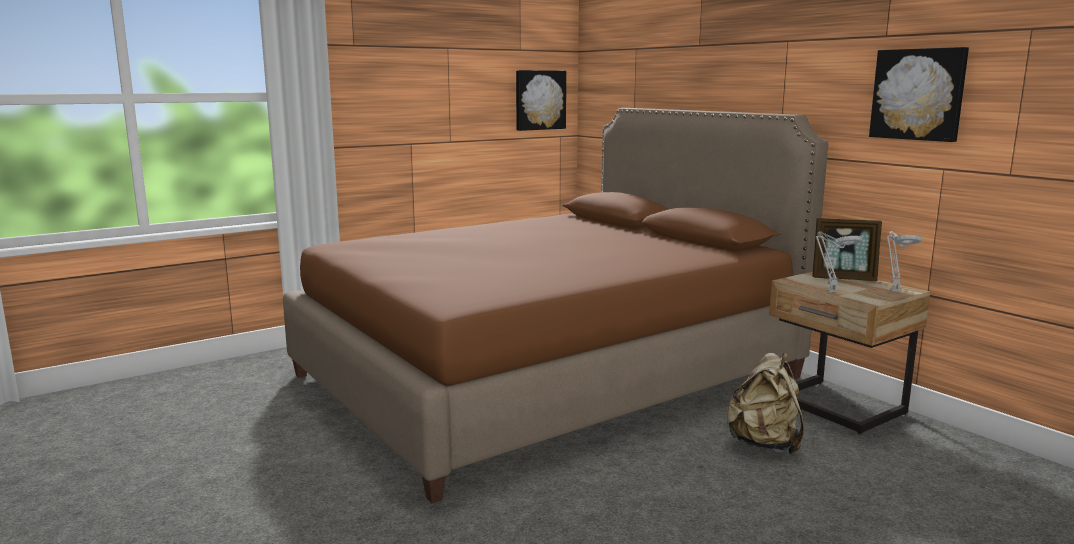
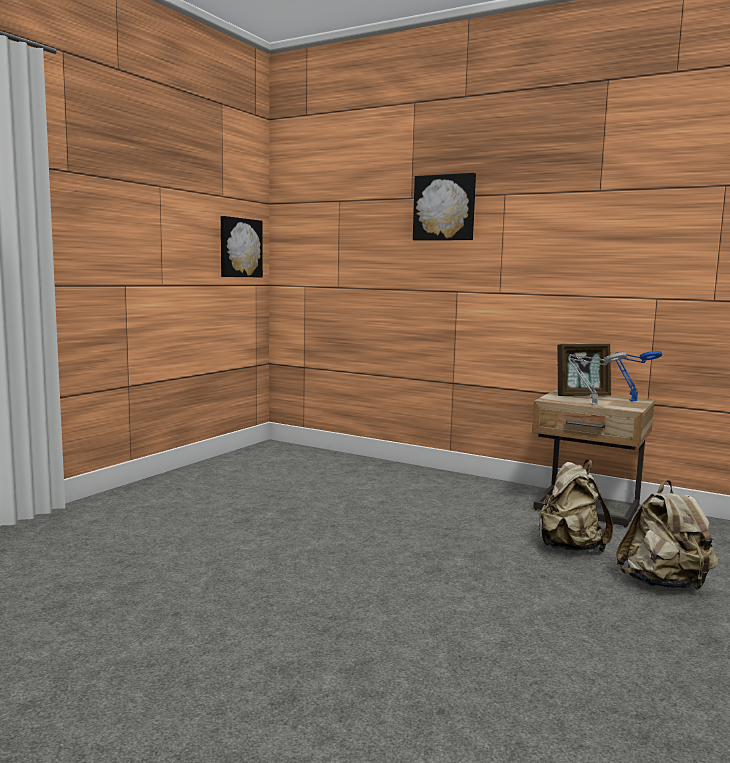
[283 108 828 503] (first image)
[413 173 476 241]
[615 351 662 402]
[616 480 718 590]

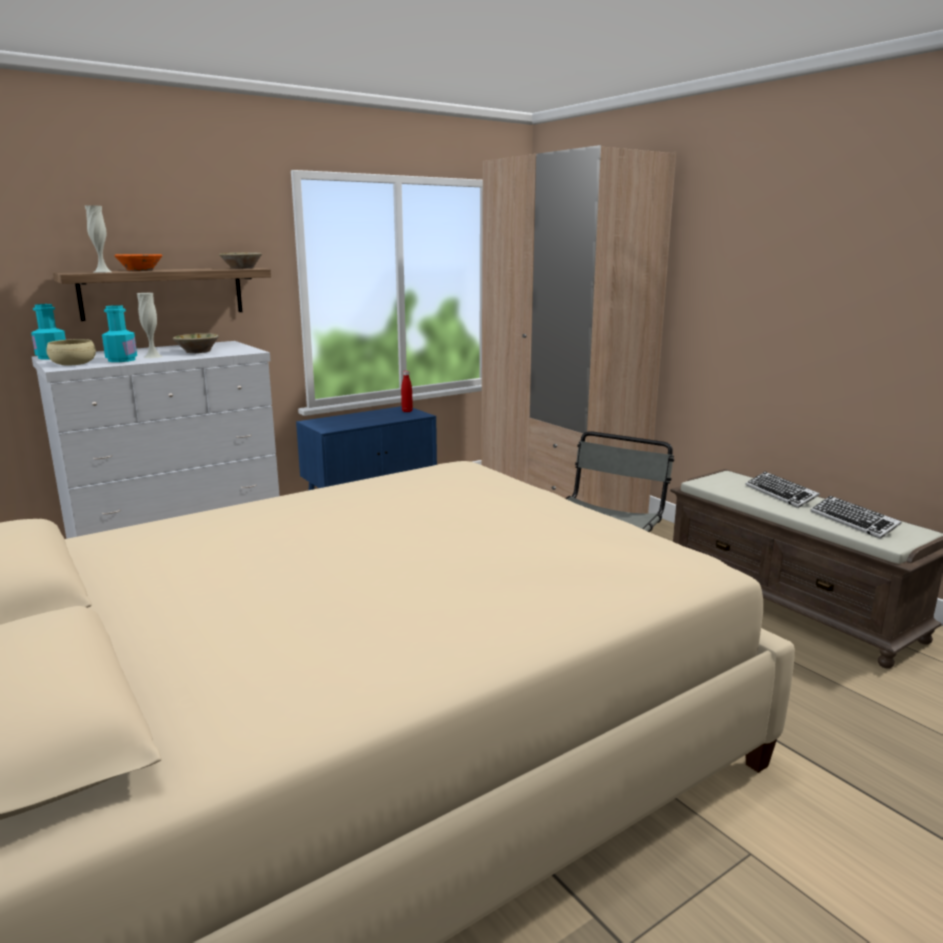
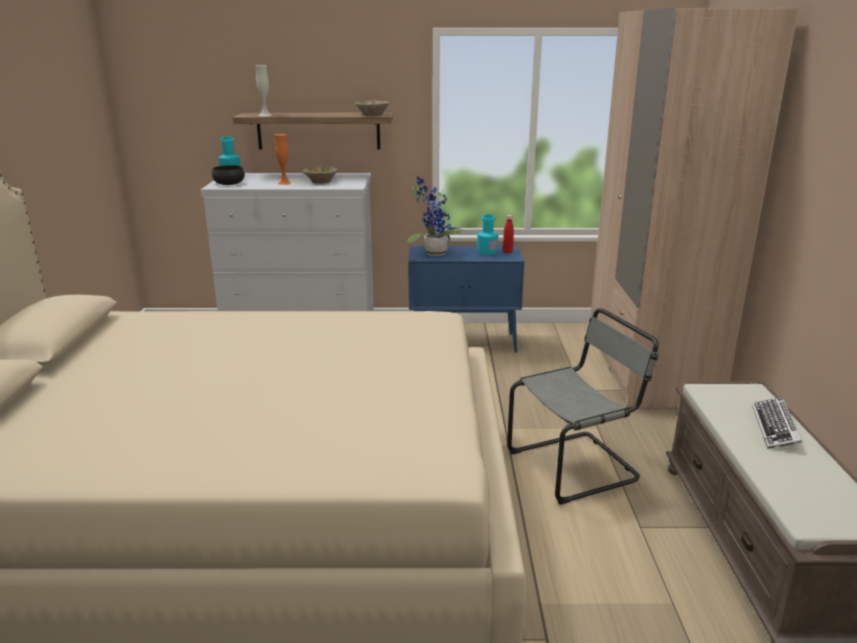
[212 165 245 185]
[477 214 498 255]
[114 254 163 271] (first image)
[275 134 291 185]
[810 496 902 539] (first image)
[407 176 463 256]

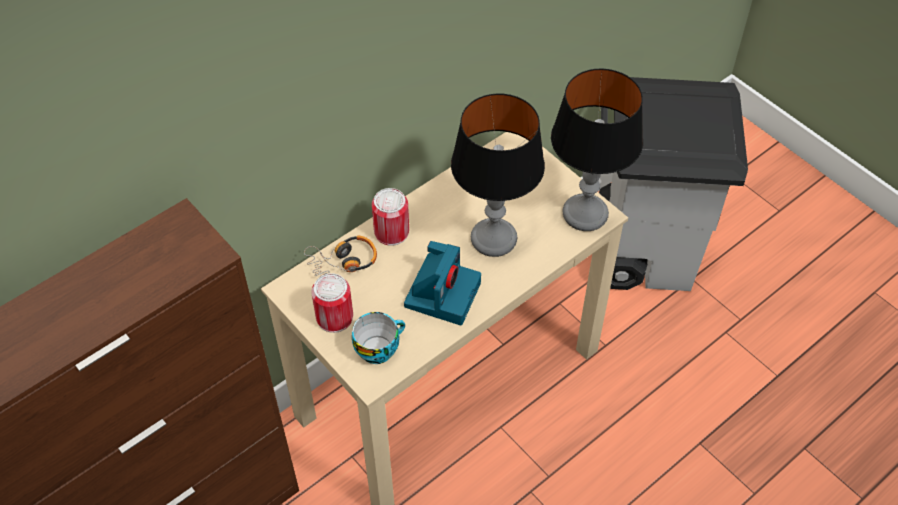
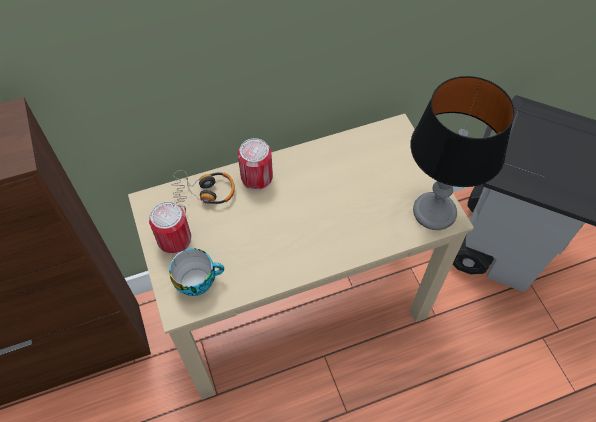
[404 241 481 325] (first image)
[451 93 545 257] (first image)

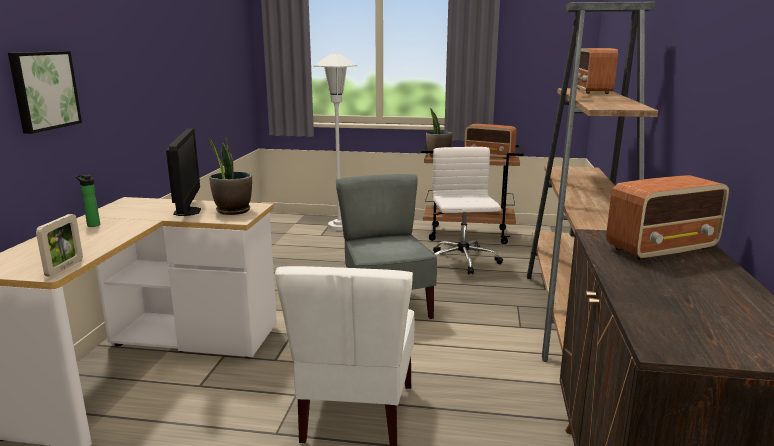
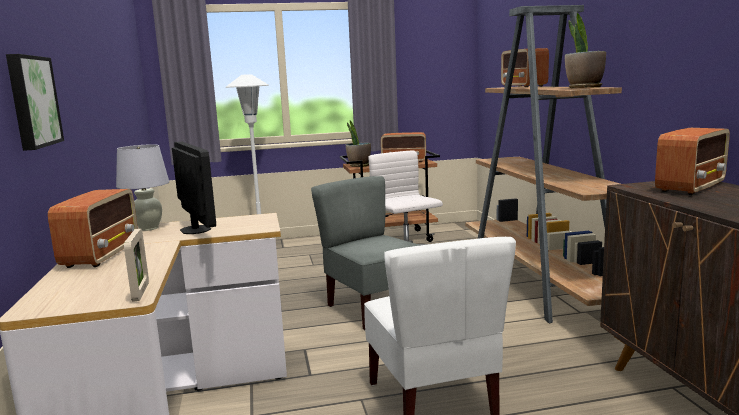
[48 189 138 268]
[565 13 606 88]
[116 144 169 231]

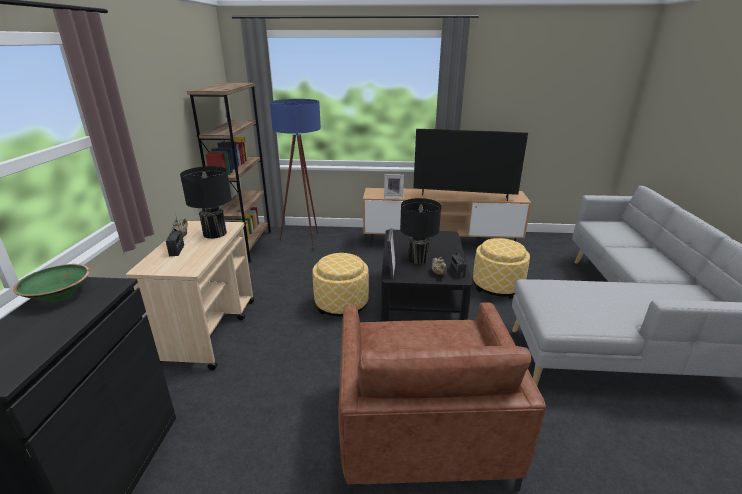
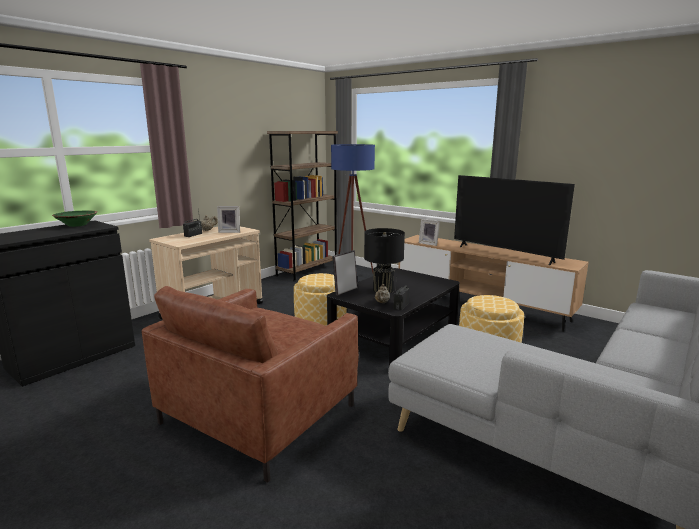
[217 206 240 233]

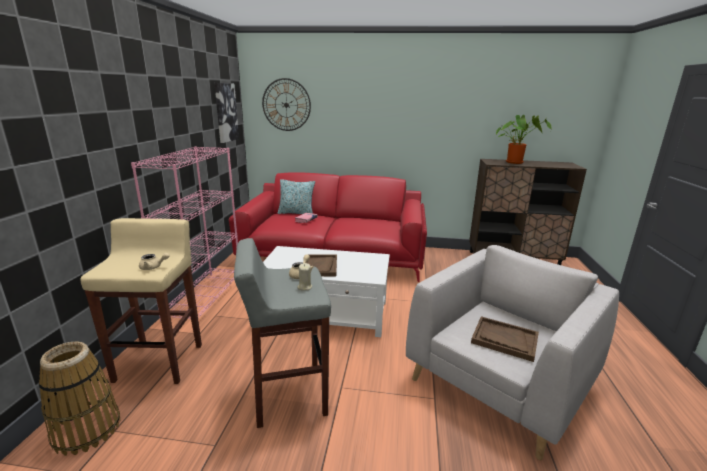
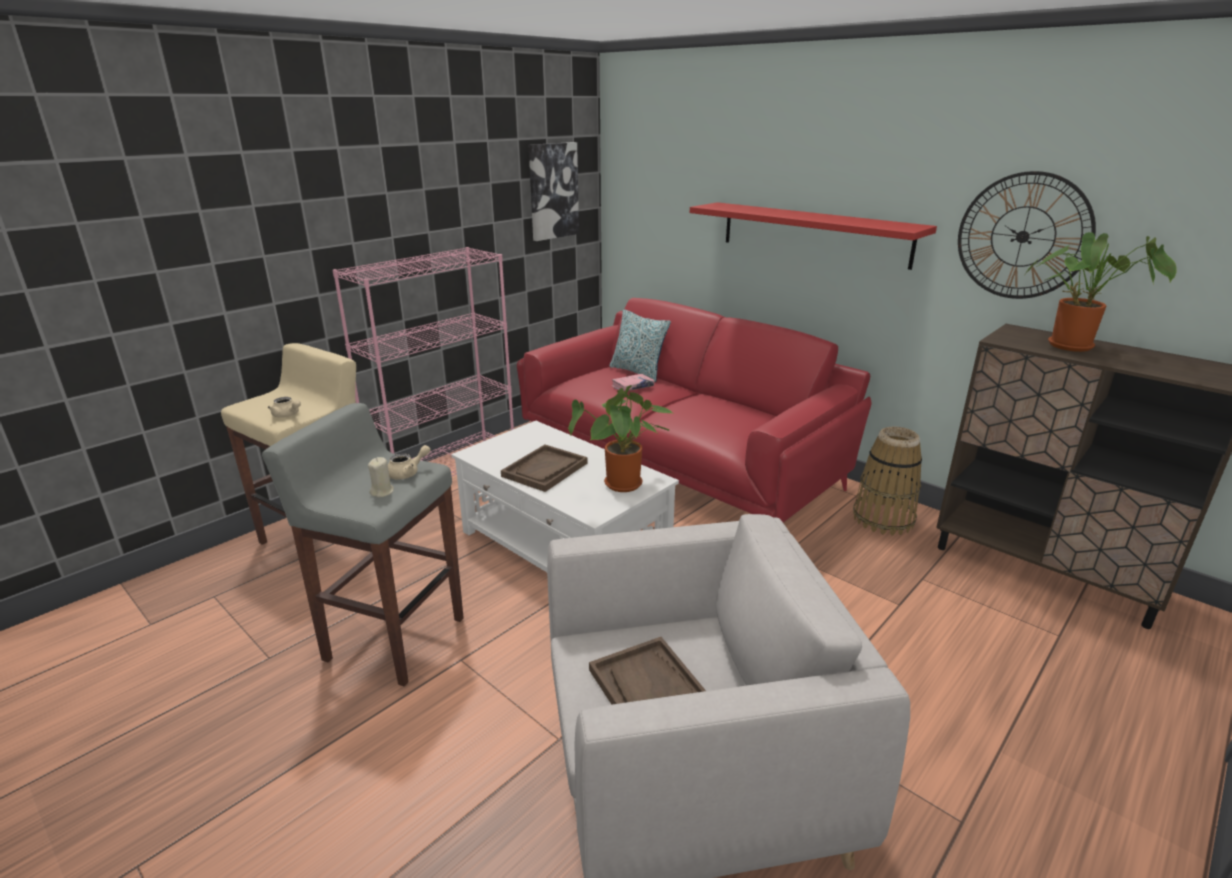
[853 426 922 535]
[958 171 1096 299]
[568 385 673 492]
[690 202 937 270]

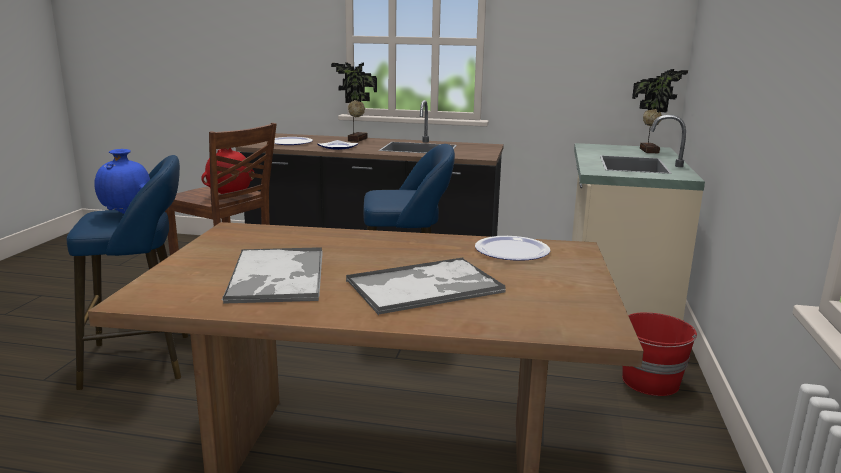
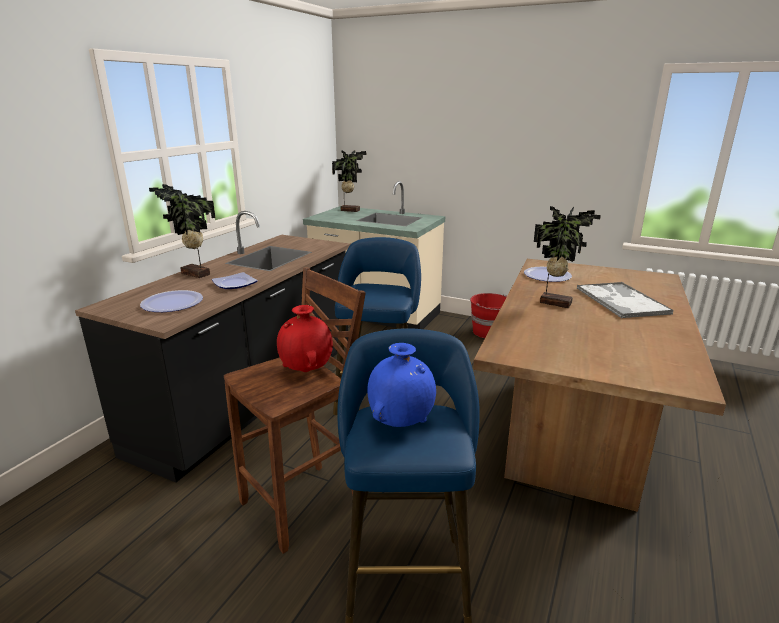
[222 247 323 304] (first image)
[534 206 601 308]

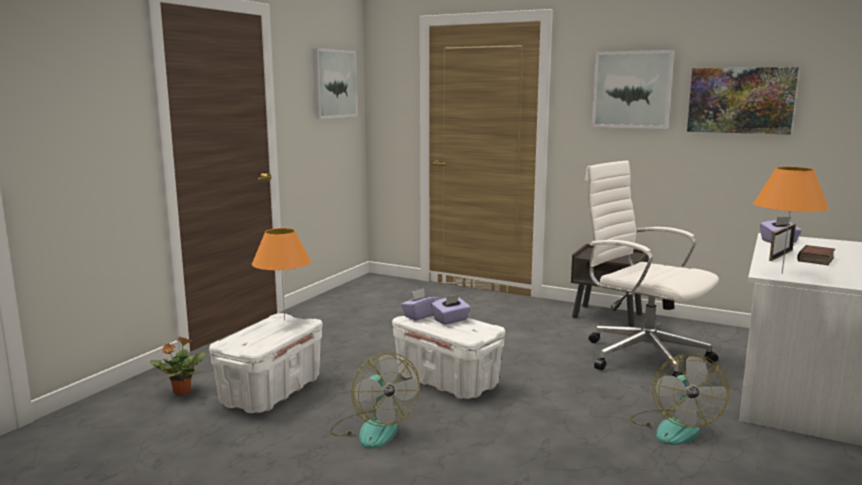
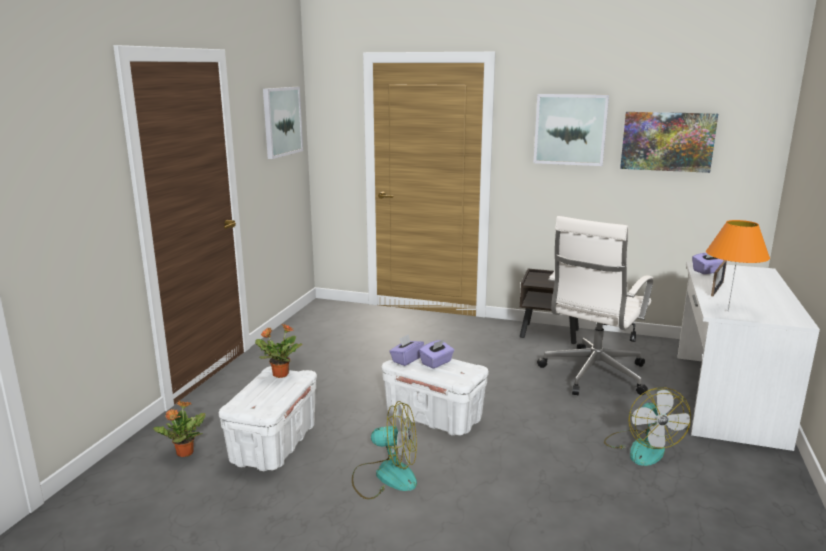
[255 323 302 378]
[352 401 417 500]
[537 216 653 395]
[797 245 835 265] (first image)

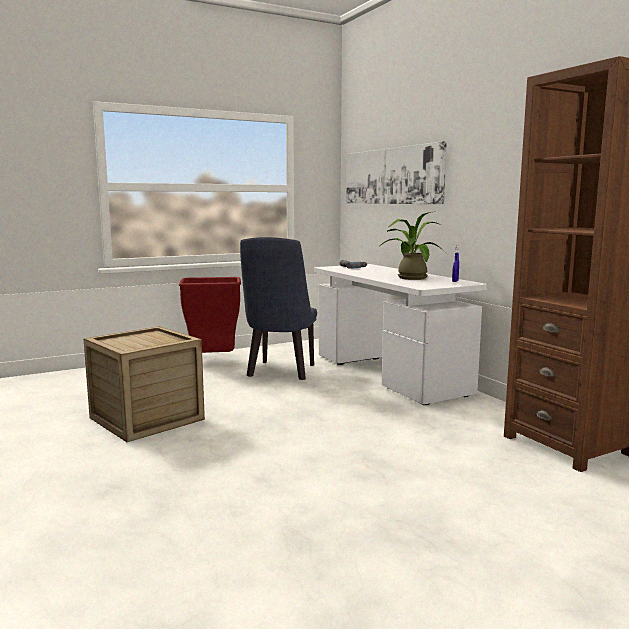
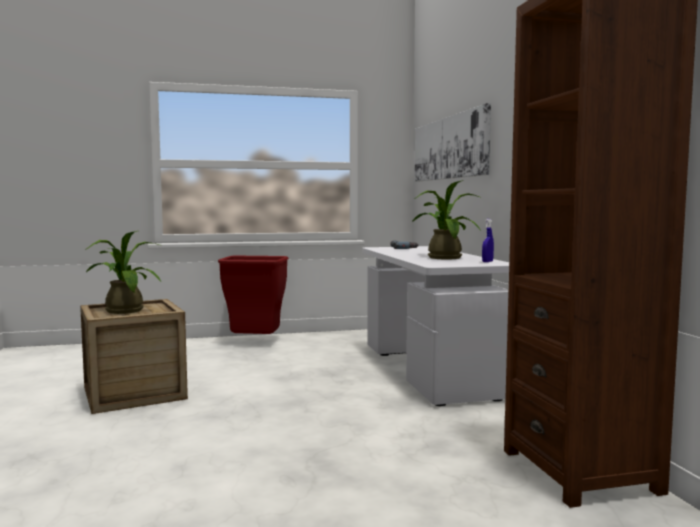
[240 237 317 380] (first image)
[85 231 161 314]

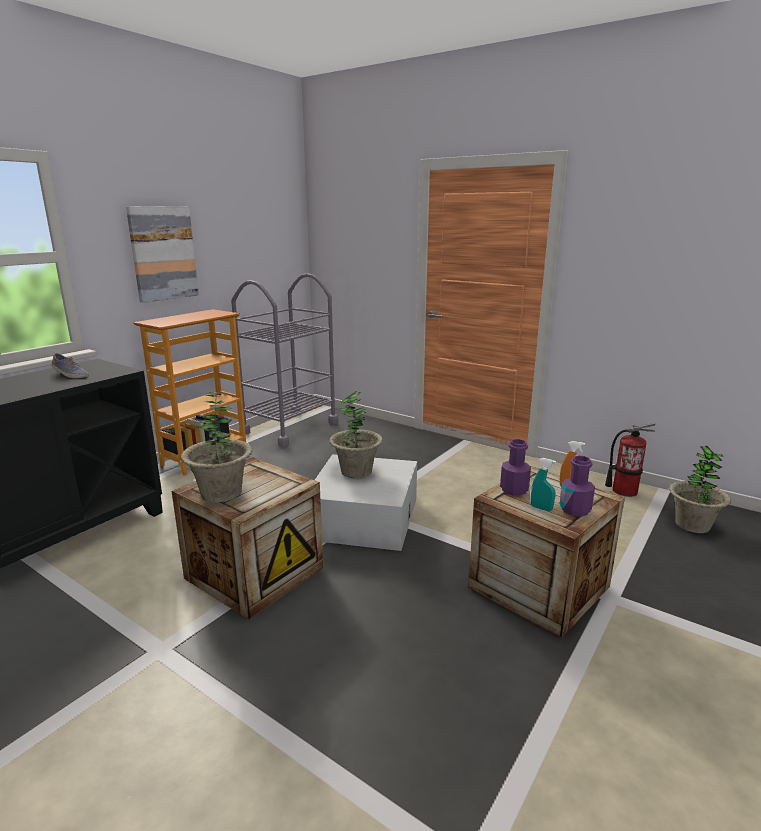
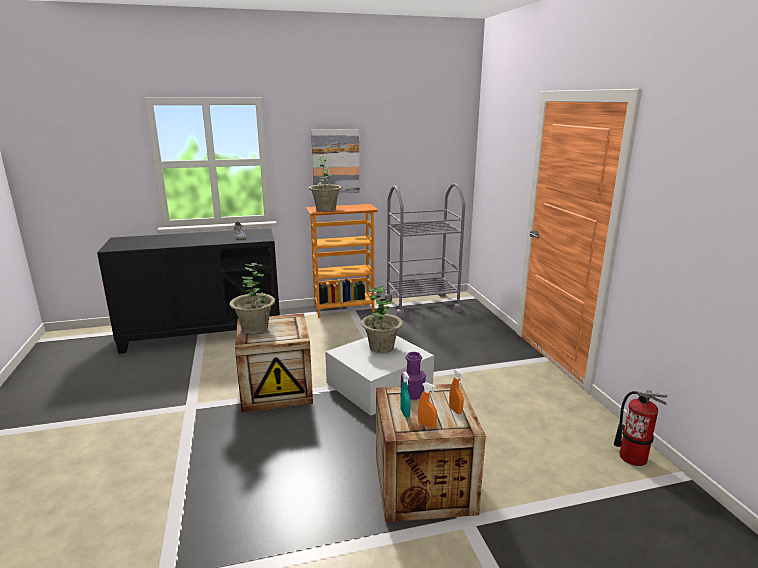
[418 382 437 428]
[308 156 342 211]

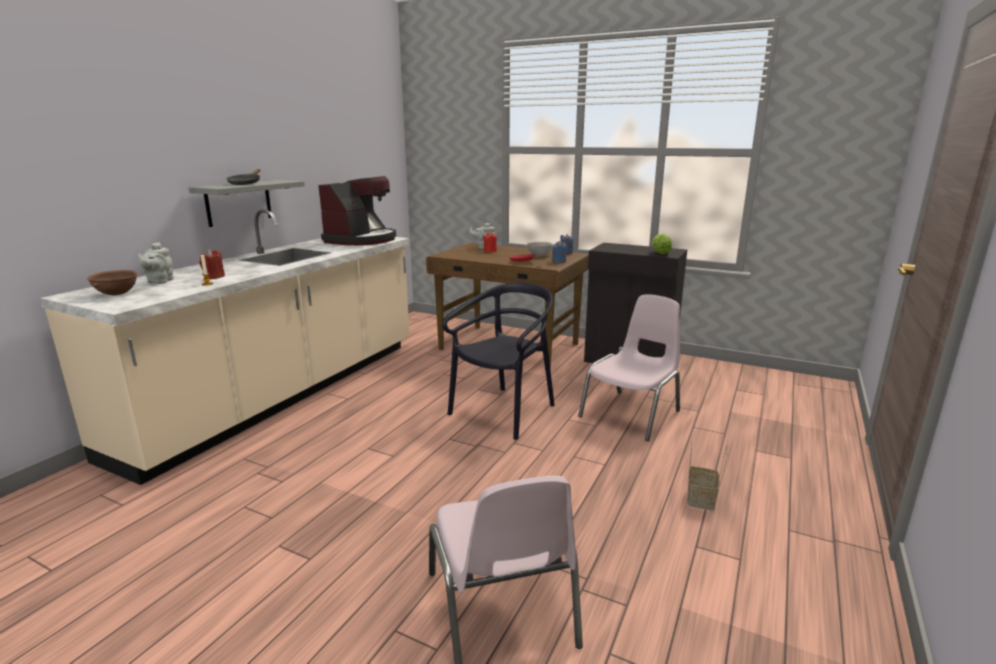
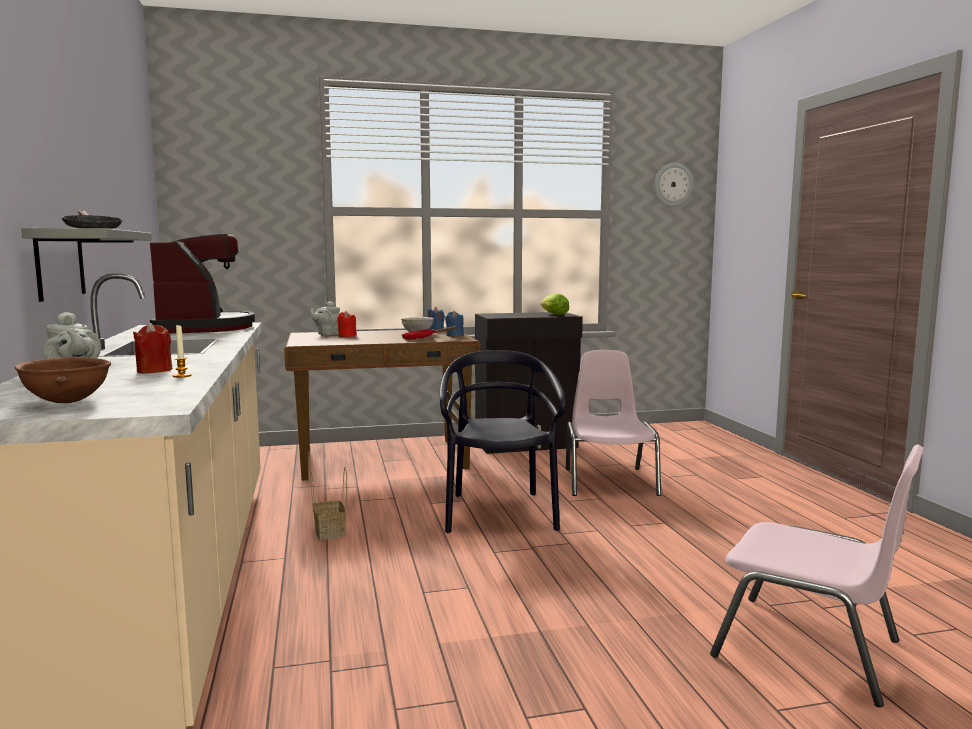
[310 467 347 540]
[654 163 694 207]

